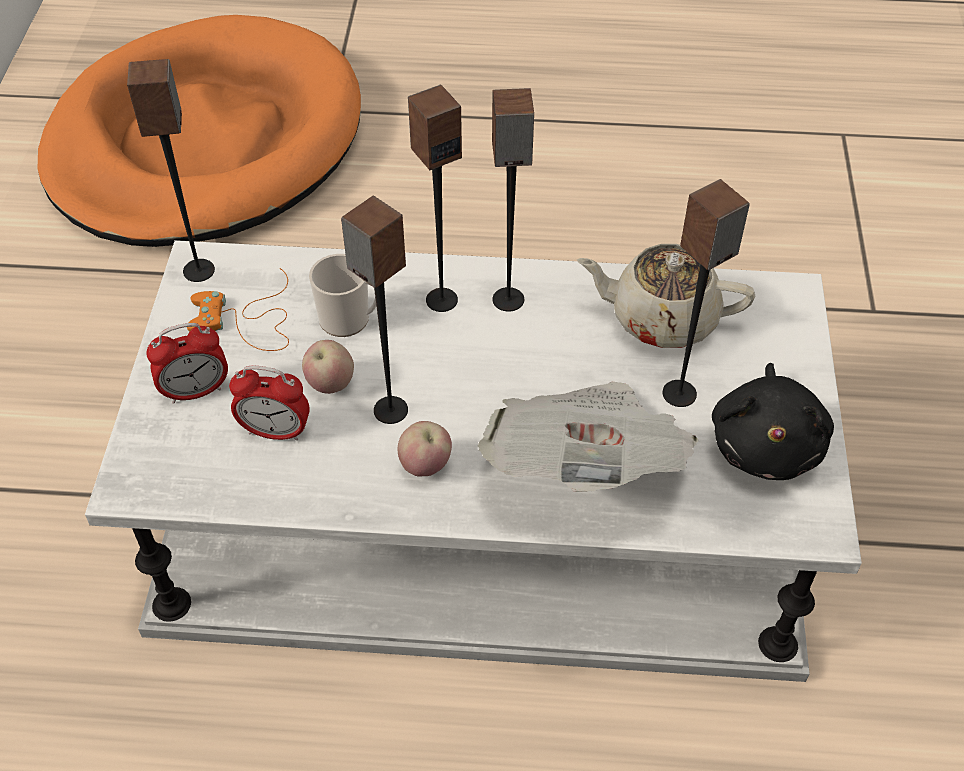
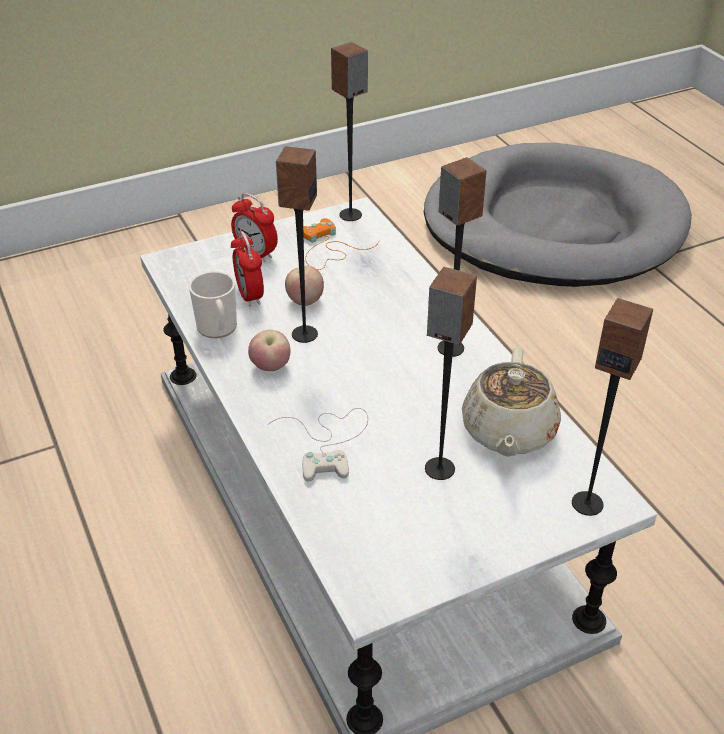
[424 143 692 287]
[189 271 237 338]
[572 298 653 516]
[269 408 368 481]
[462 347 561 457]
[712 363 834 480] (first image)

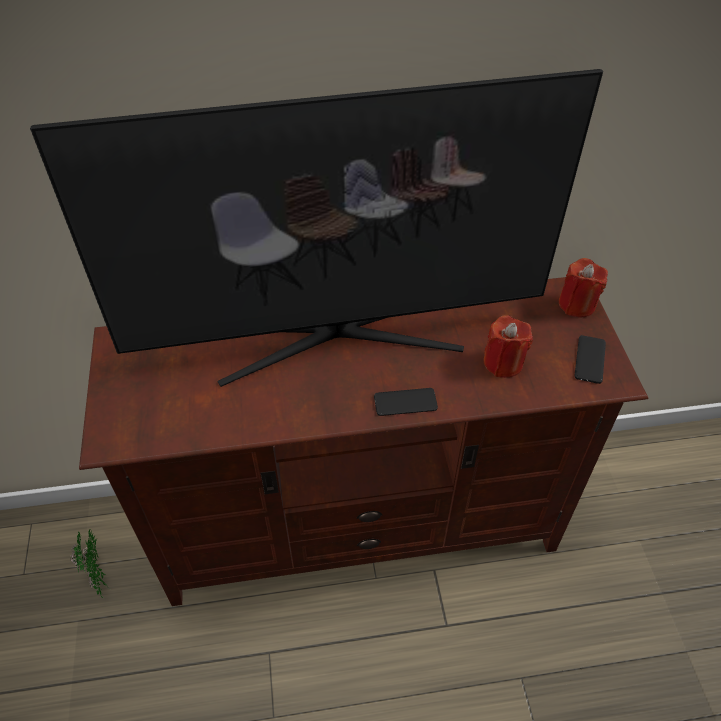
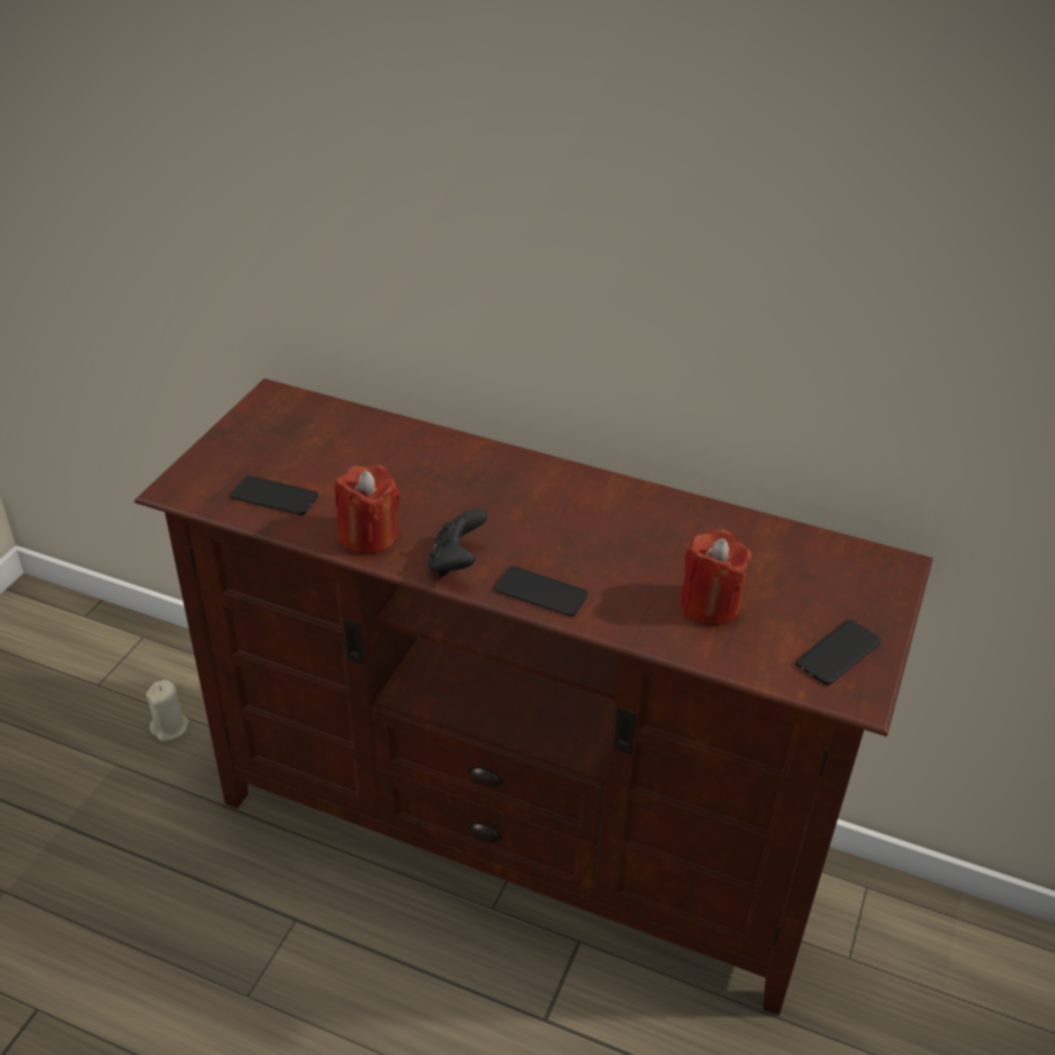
[30 69 603 387] (first image)
[146 680 189 741]
[335 465 400 555]
[231 476 318 515]
[428 508 487 577]

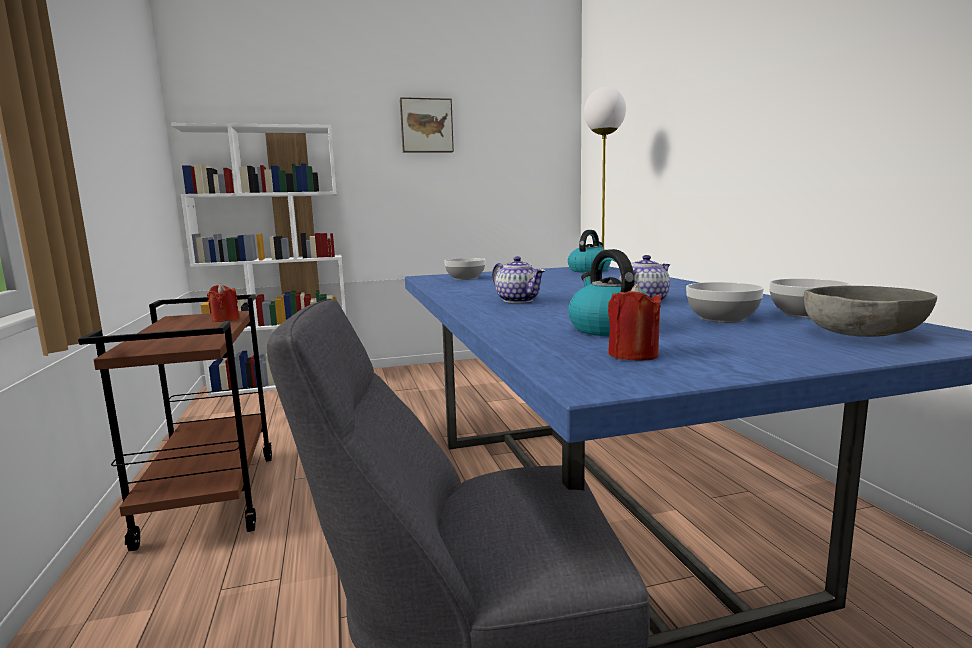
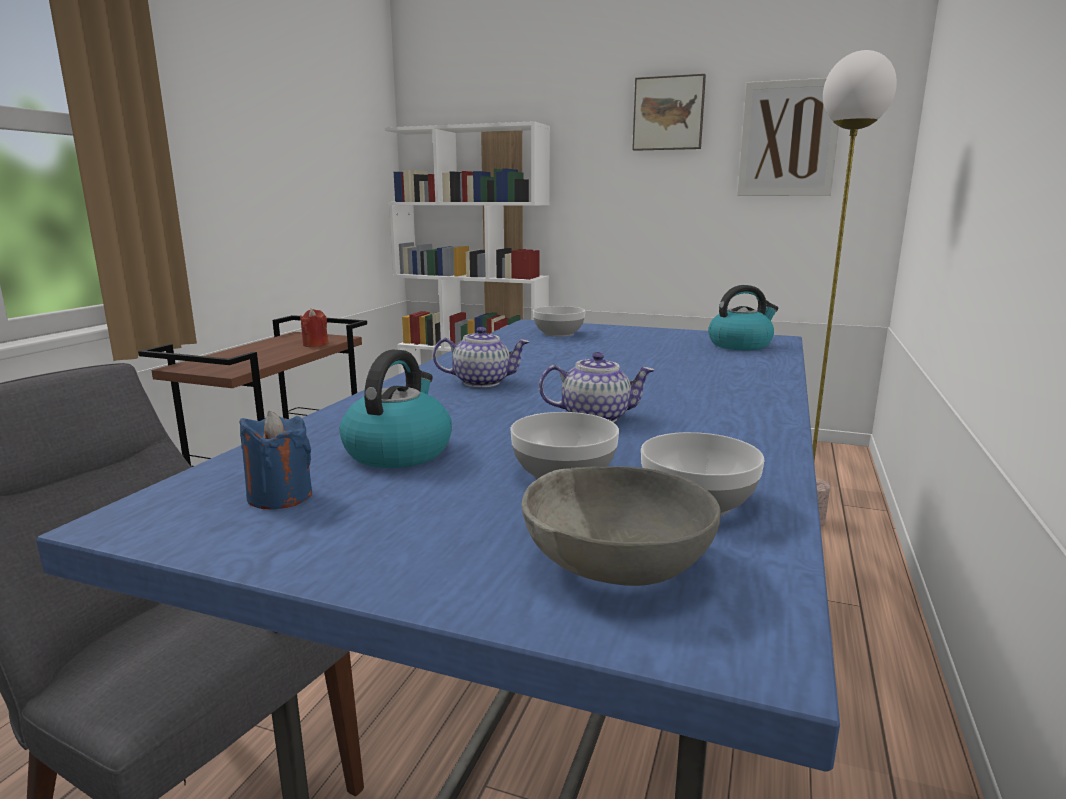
[433 327 530 387]
[239 411 312 510]
[737 78 839 196]

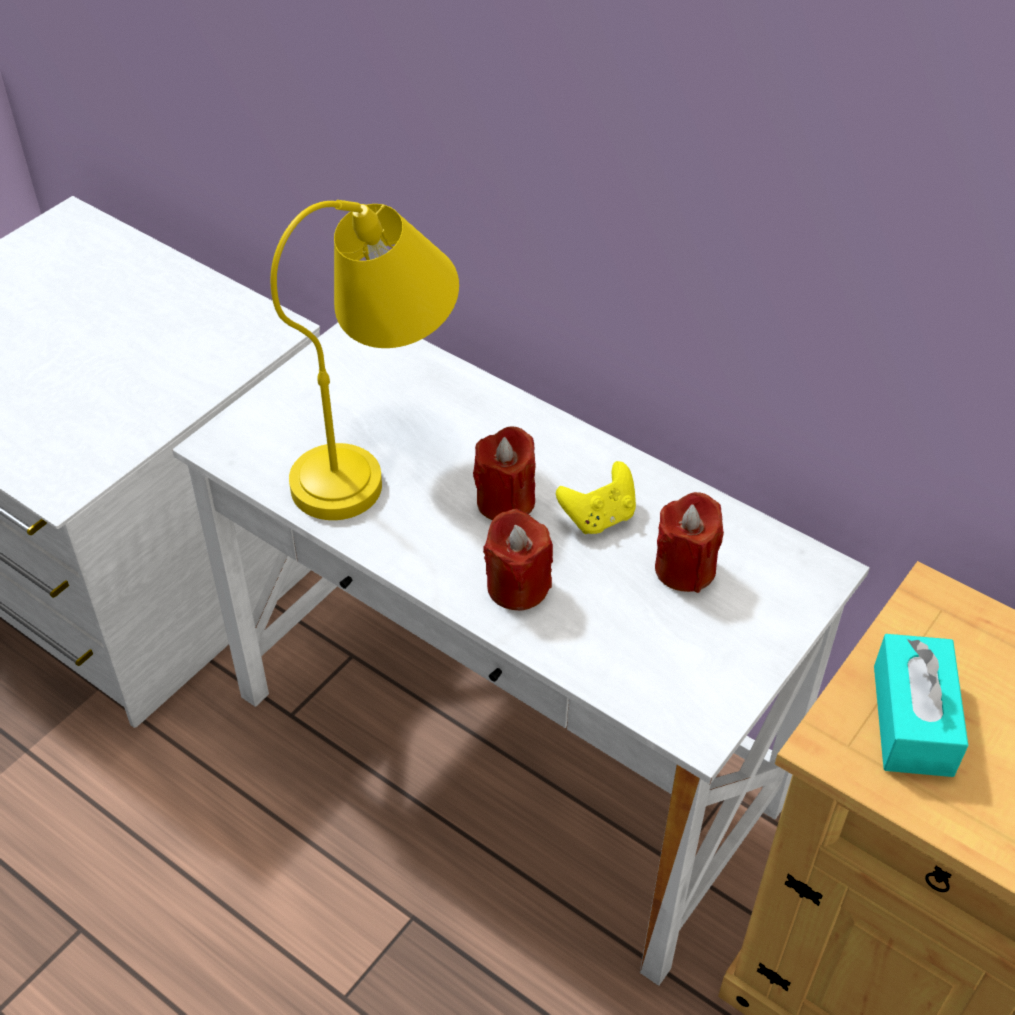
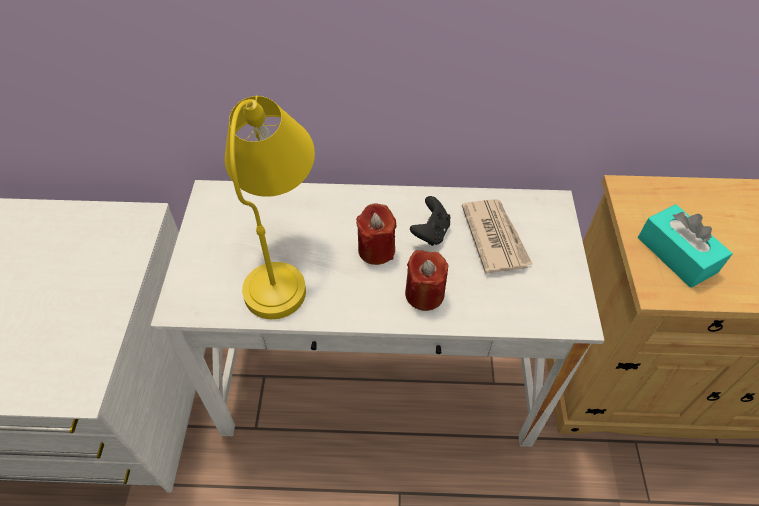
[410 196 451 246]
[462 199 533 273]

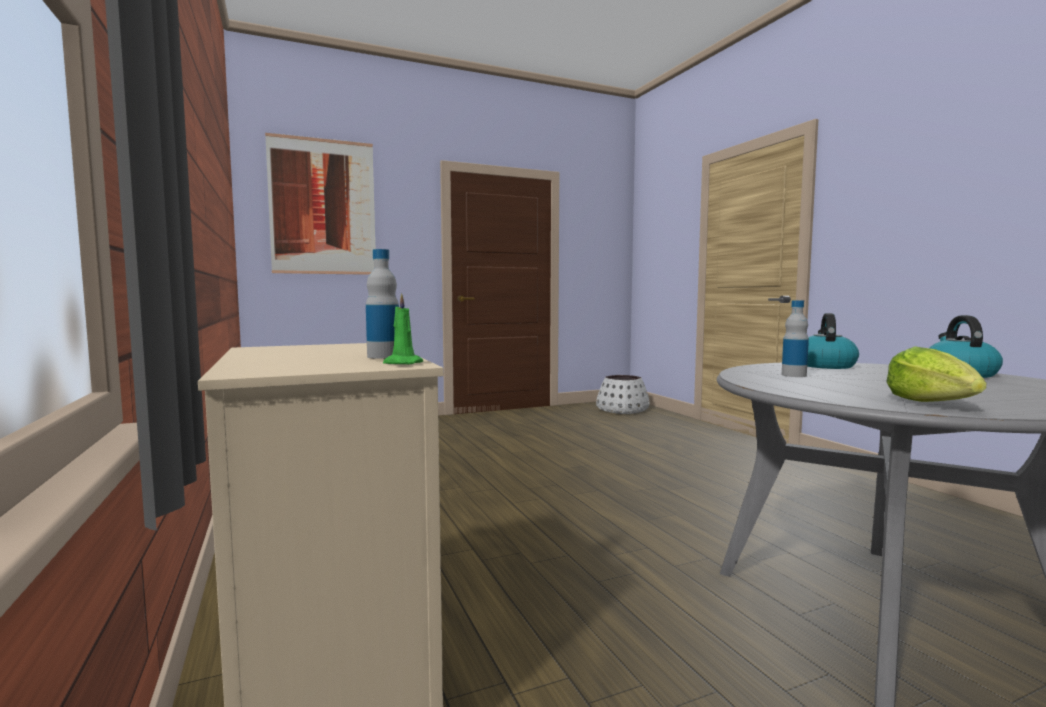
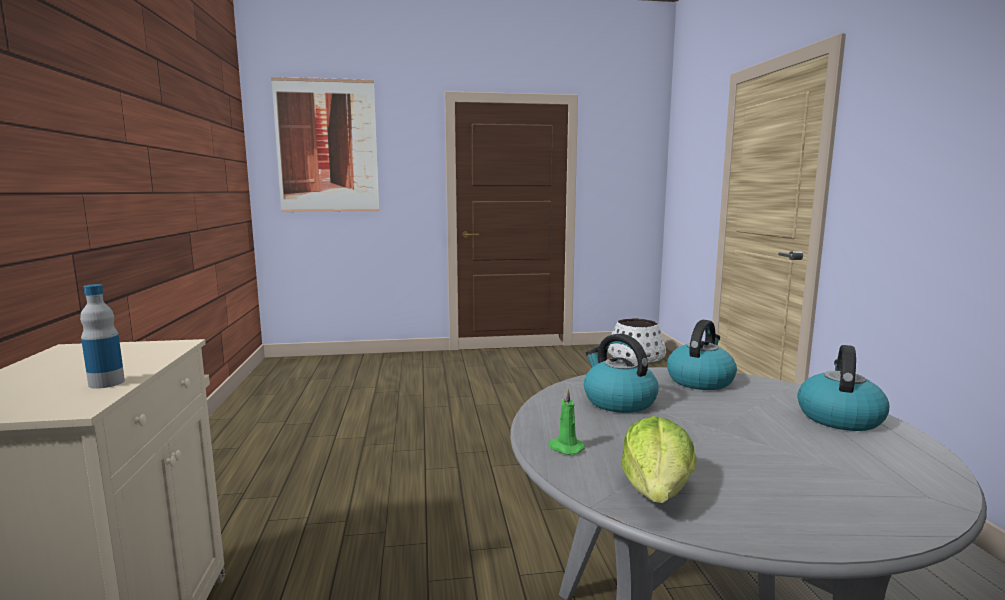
[548 389 585 455]
[584 334 659 413]

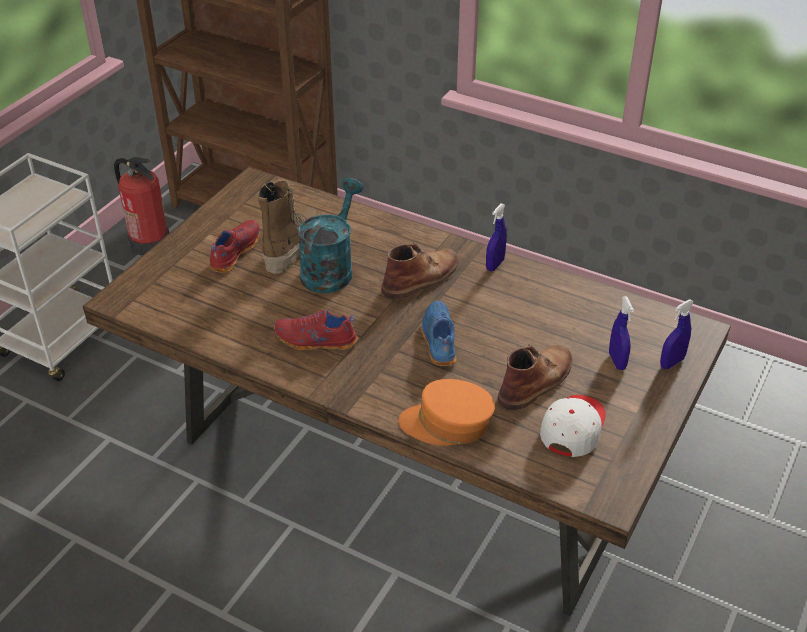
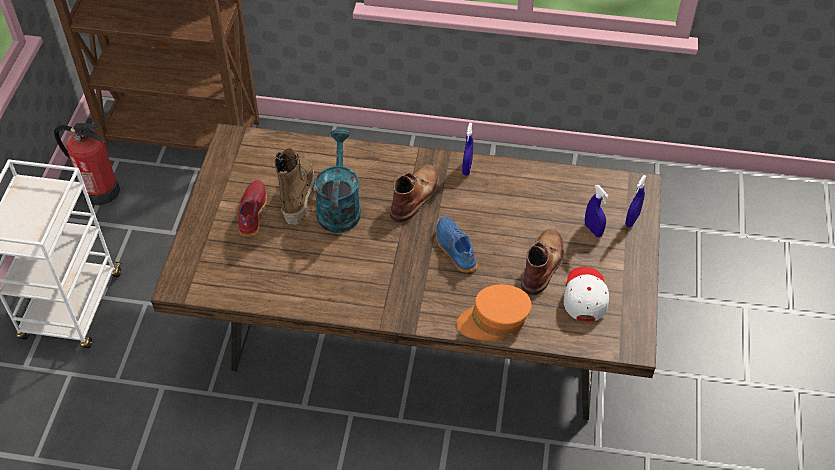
[274 310 358 350] (first image)

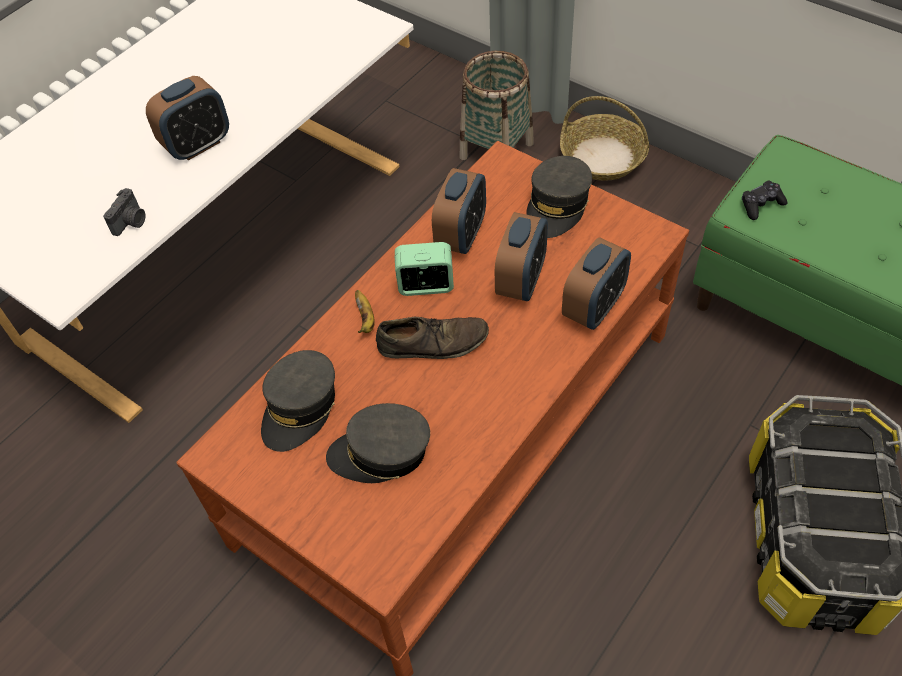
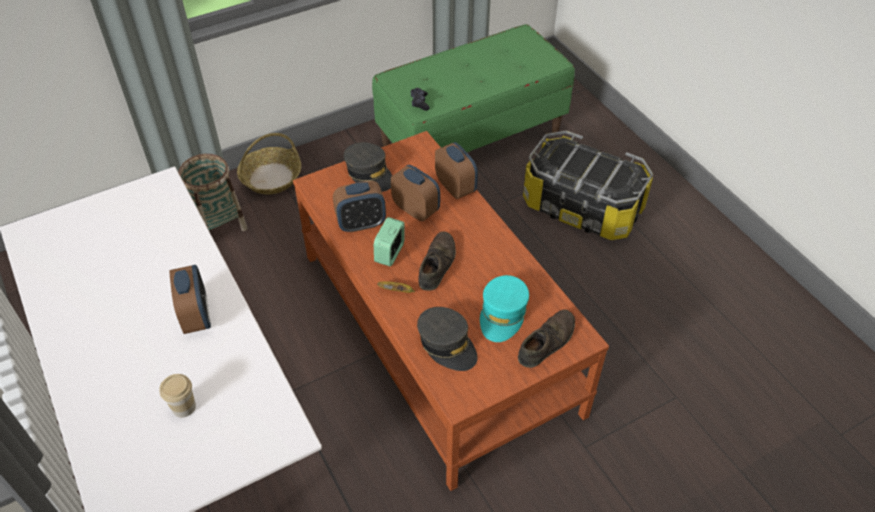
[103 188 146 236] (first image)
[480 275 529 342]
[333 181 386 233]
[159 374 196 418]
[518 310 575 368]

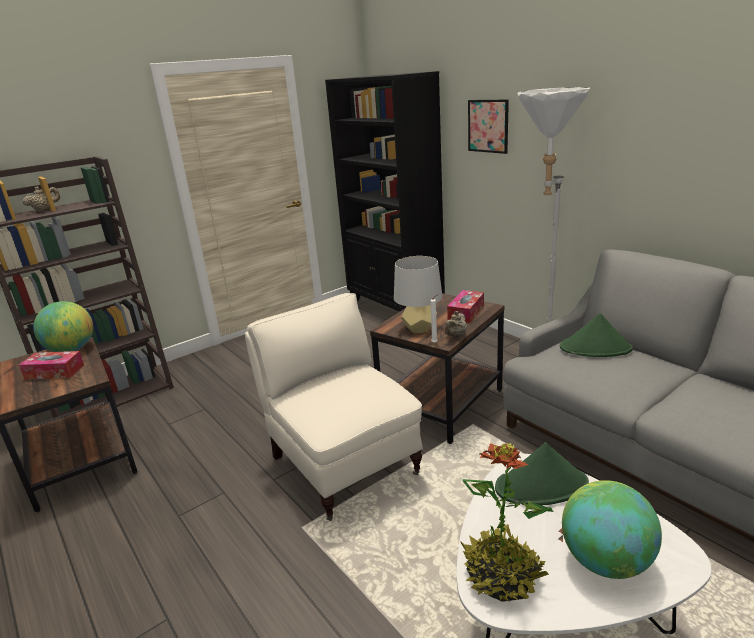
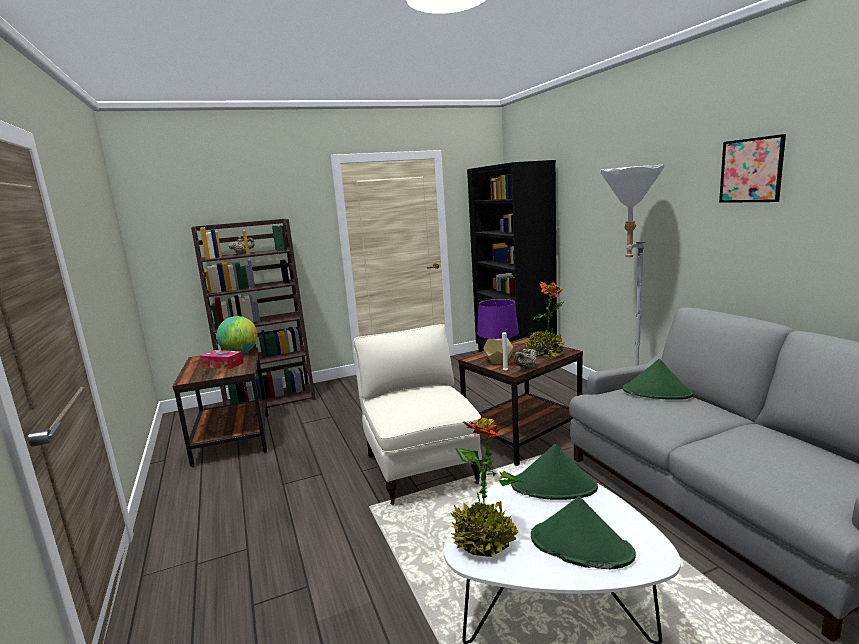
[477 299 519 364]
[526 282 565 358]
[719 134 786 203]
[531 496 636 569]

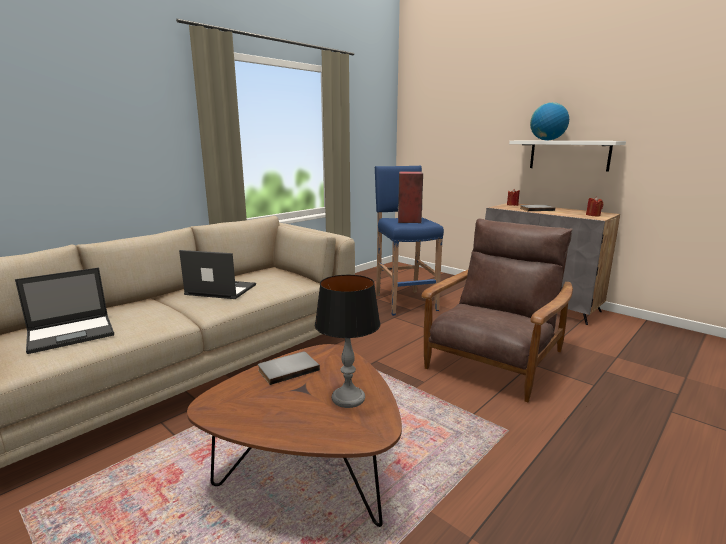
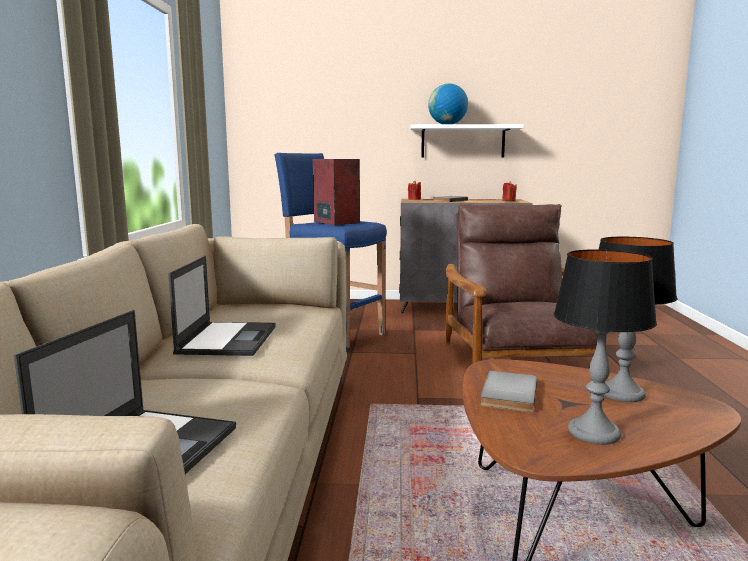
[168 256 276 356]
[554 249 657 445]

